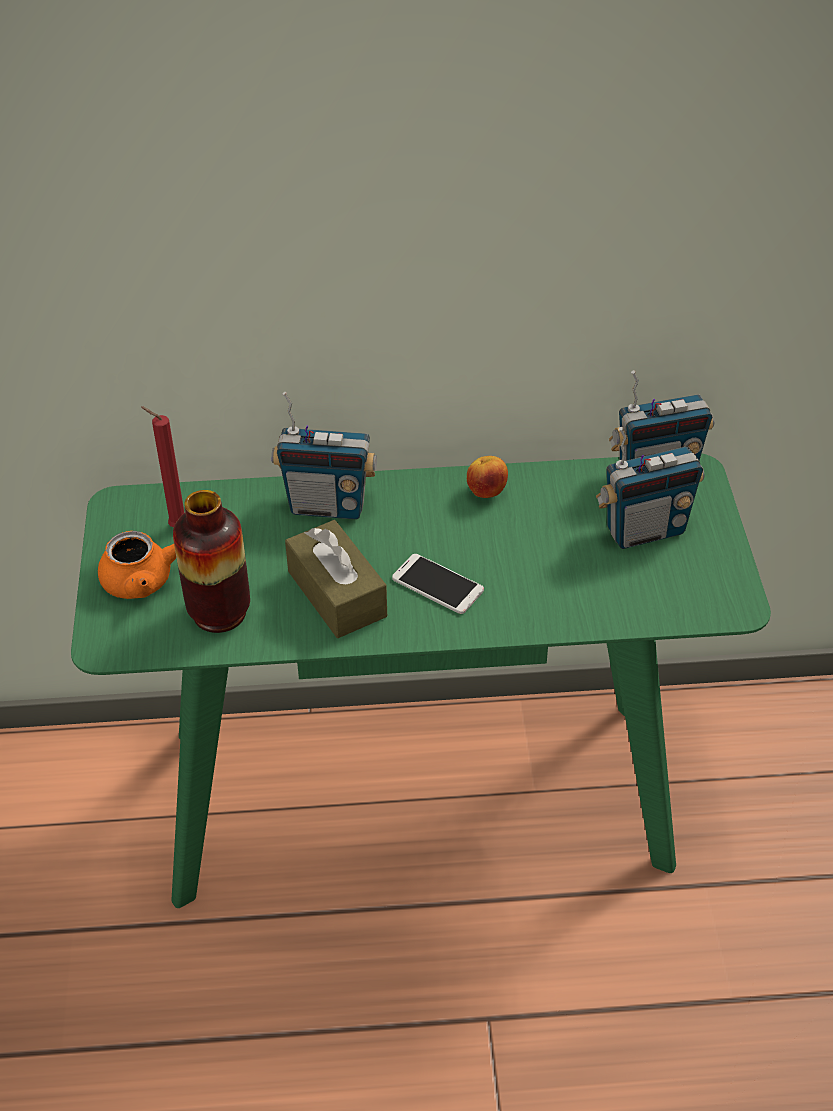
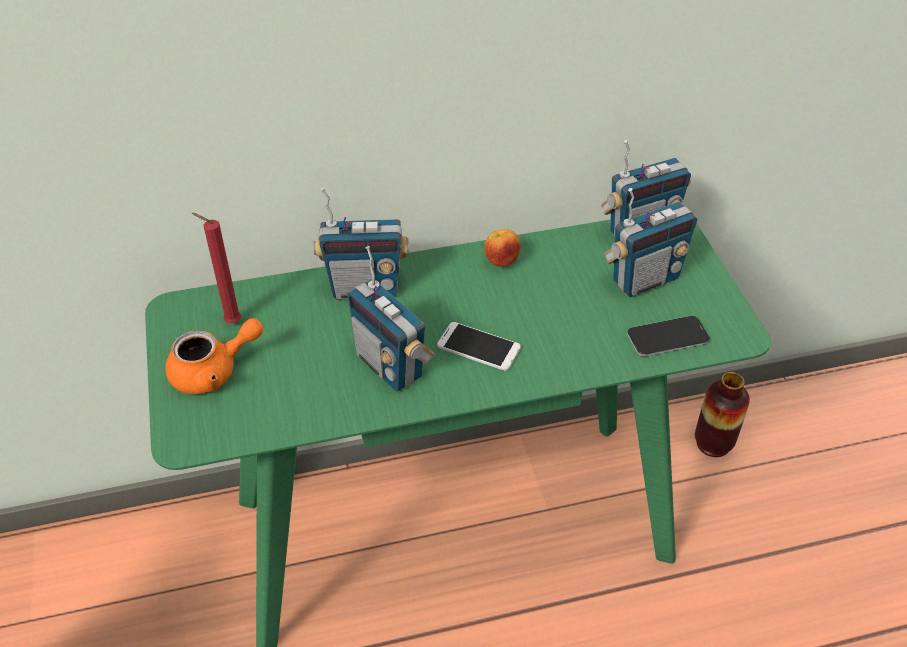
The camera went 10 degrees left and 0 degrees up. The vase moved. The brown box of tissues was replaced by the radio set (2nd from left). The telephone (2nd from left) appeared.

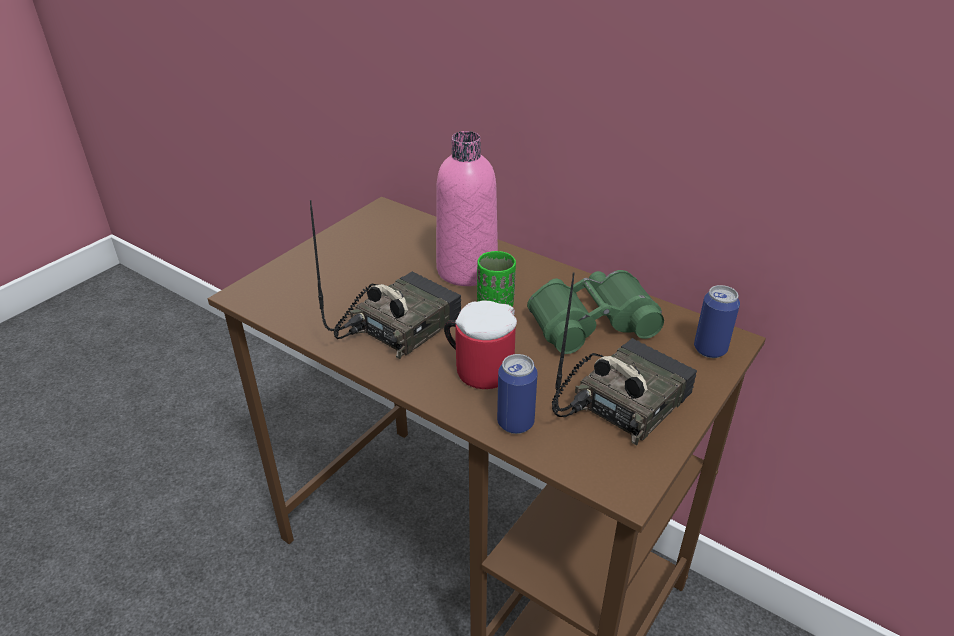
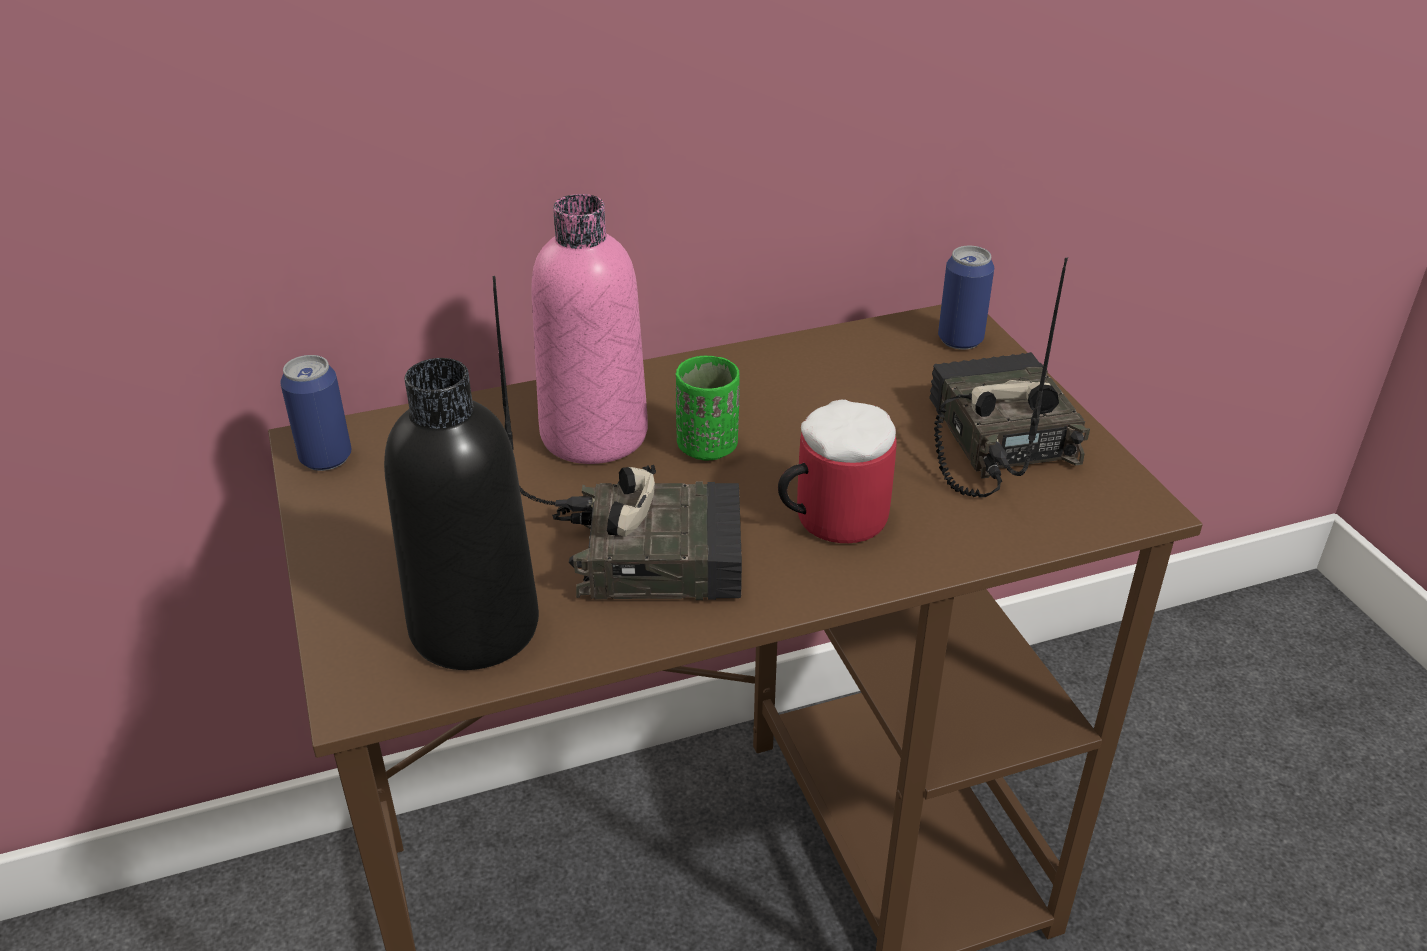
The camera went 55 degrees left and 0 degrees up. The radio set (1st from left) turned 105 degrees clockwise. The green field glasses disappeared. The metal can (1st from left) moved. The black drink bottle appeared.

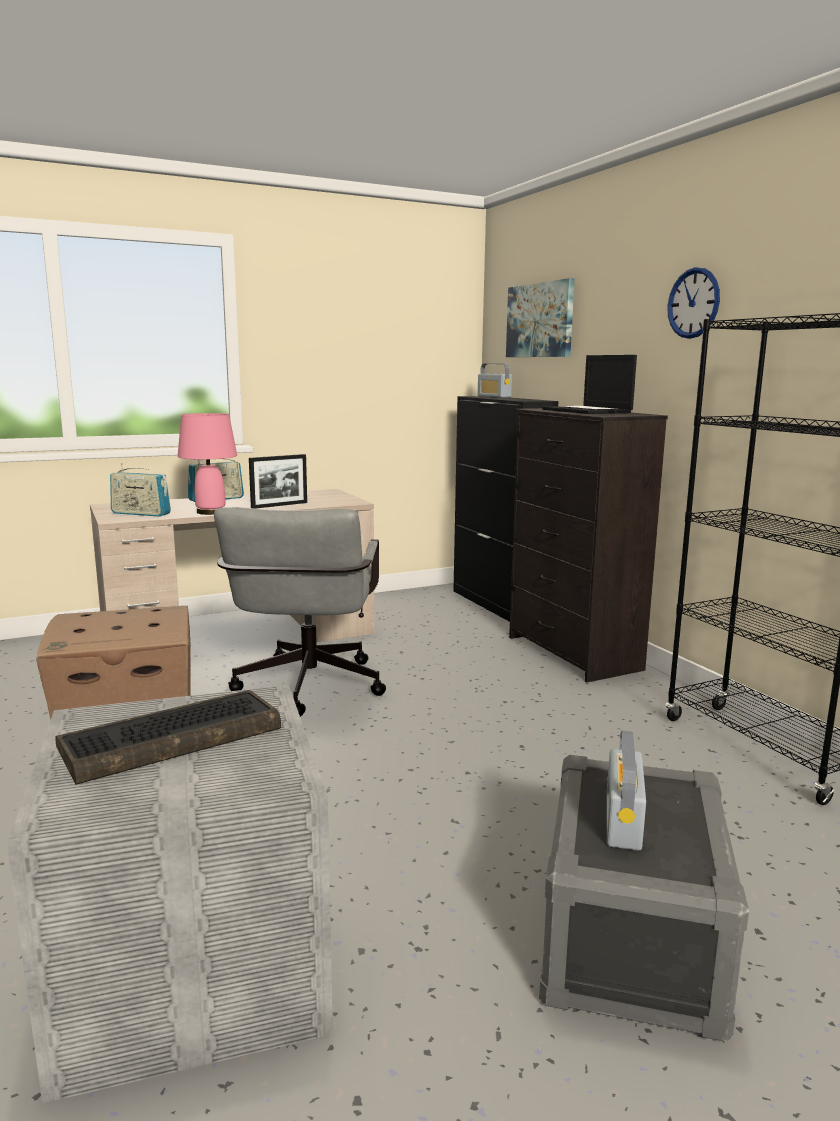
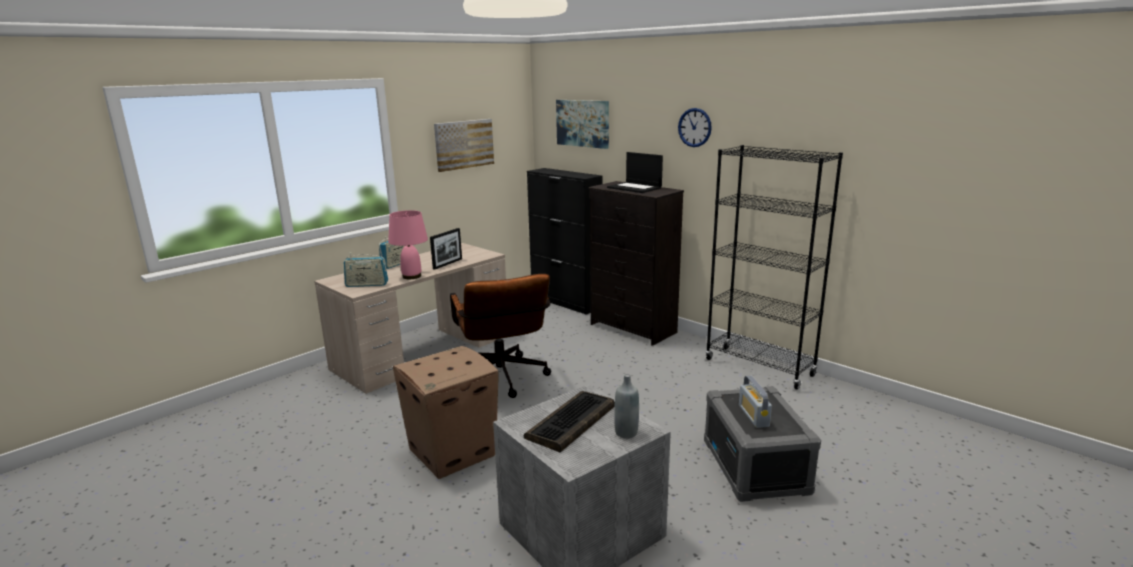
The camera went 20 degrees left and 5 degrees up. The radio set (3rd from left) disappeared. The greyish desk chair became the brown desk chair. The wall art (1st from left) appeared. The greyish drink bottle appeared.

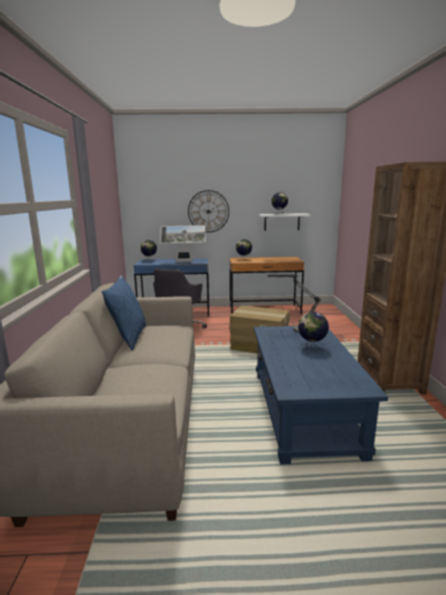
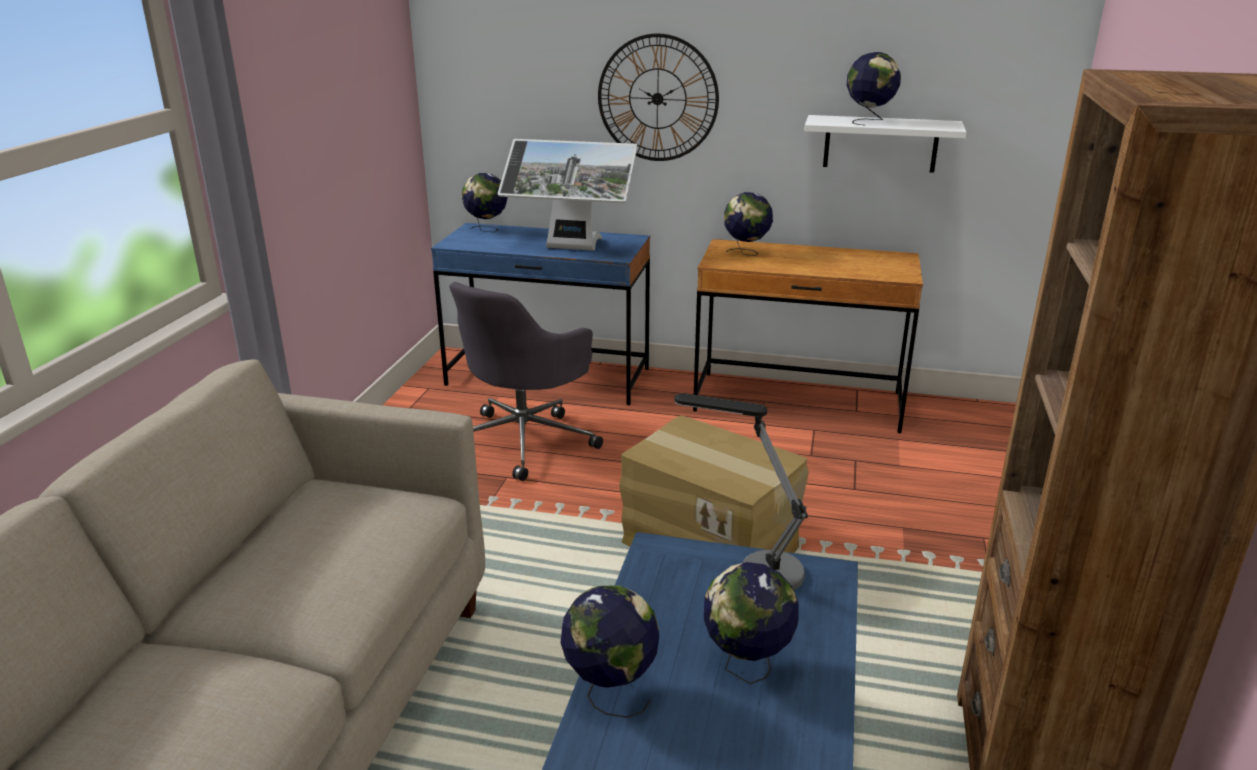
The camera went 15 degrees right and 10 degrees up. The bluish throw pillow disappeared. The world globe (2nd from left) appeared.

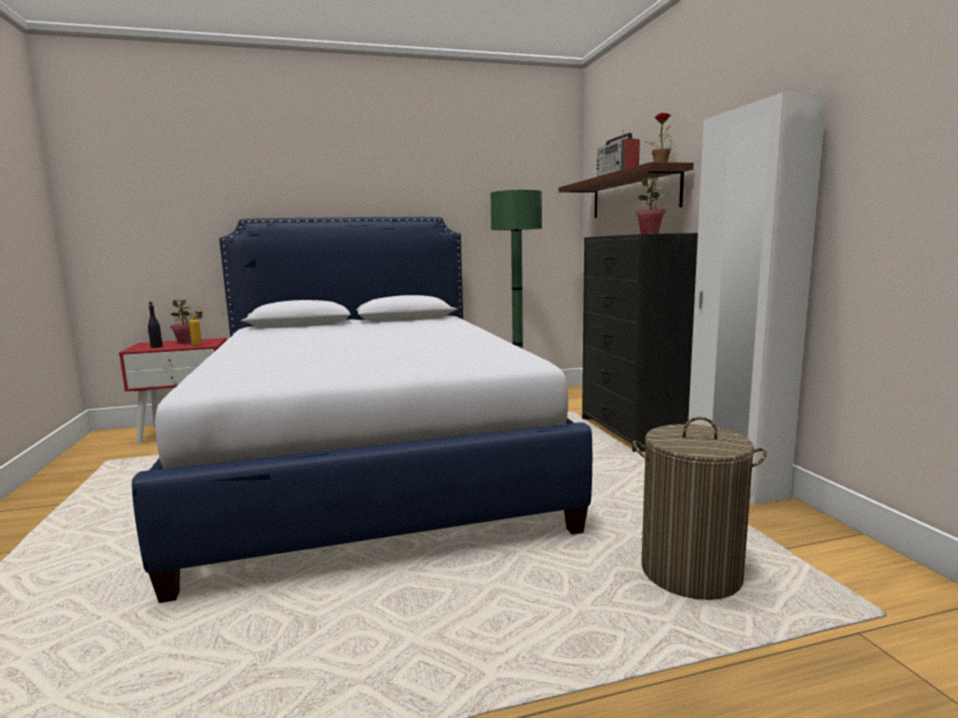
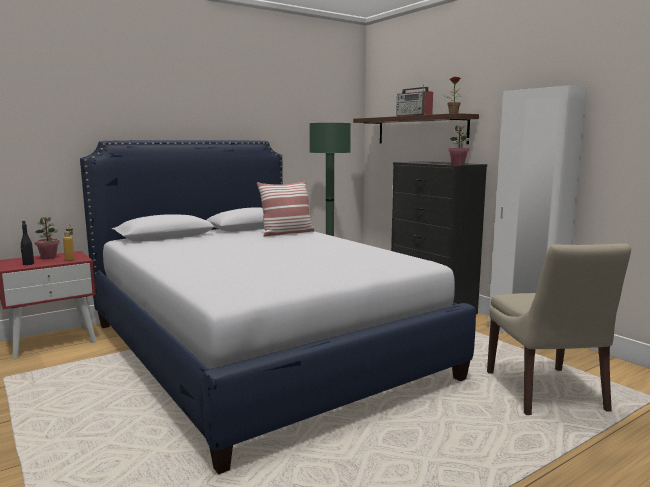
The camera went 20 degrees left and 0 degrees up. The hamper was replaced by the beige-coloured plain chair. The throw pillow appeared.

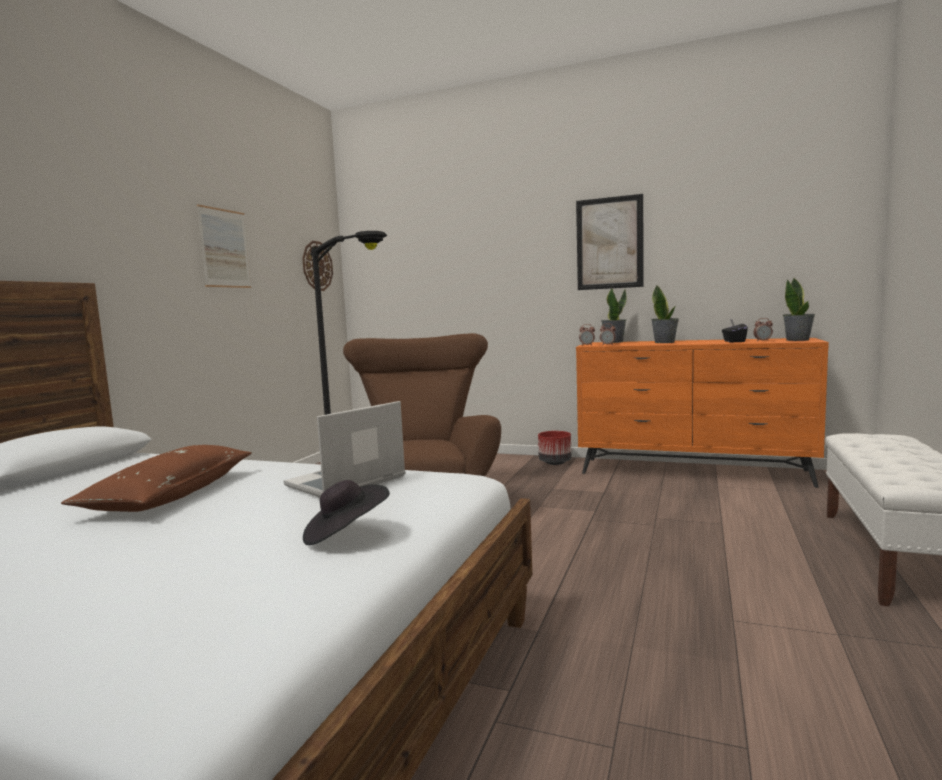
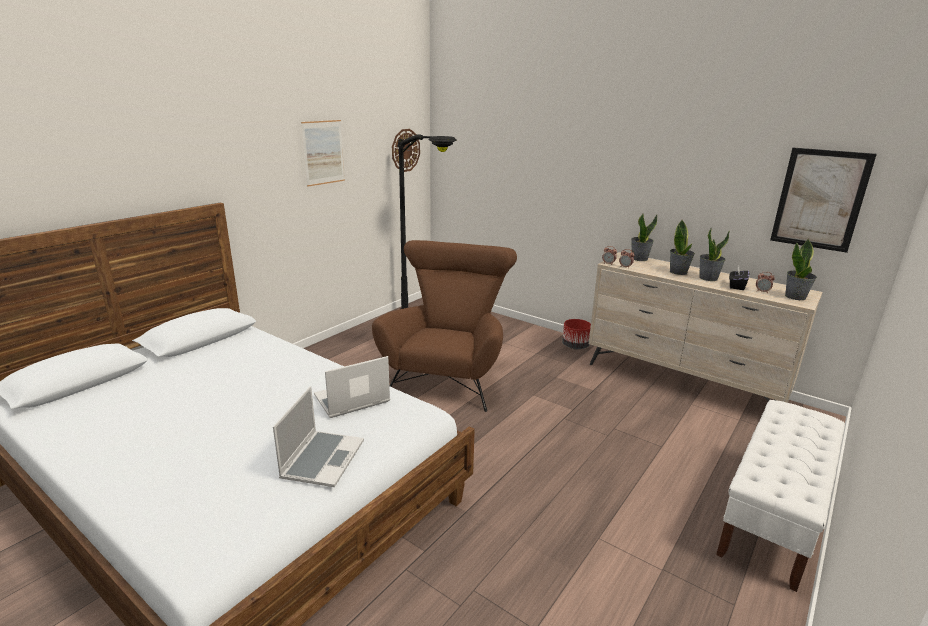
The camera went 15 degrees right and 15 degrees up. The wall art (2nd from left) moved. The orange drawer chest became the beige-coloured drawer chest. The brown throw pillow disappeared. The black wearable hat was replaced by the portable computer (1st from left). The plant in a pot (3rd from left) appeared.

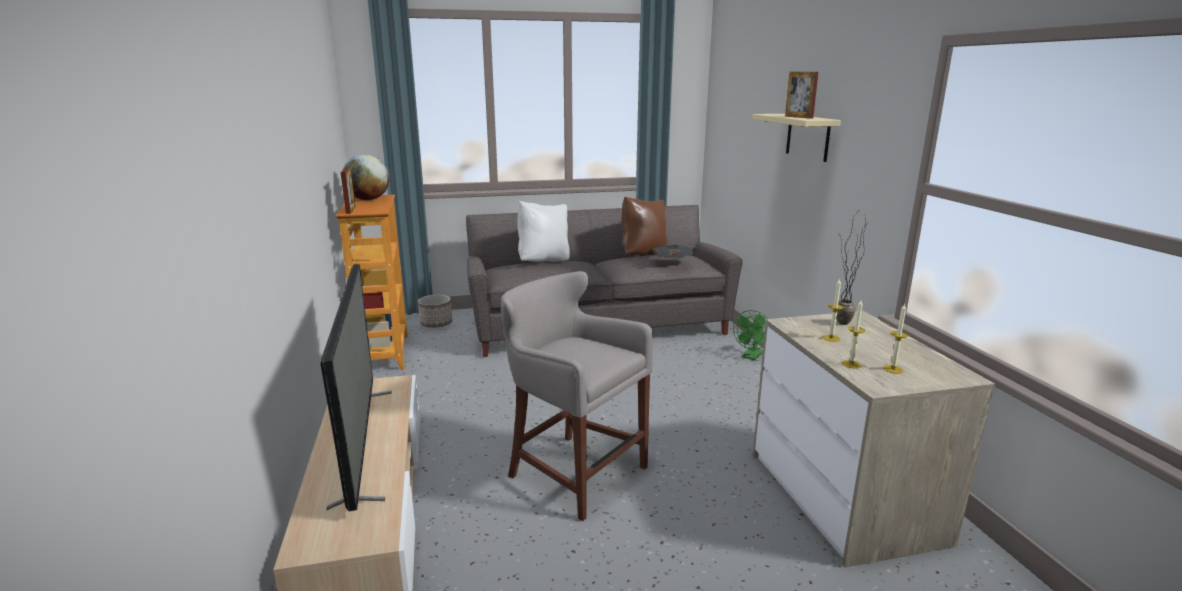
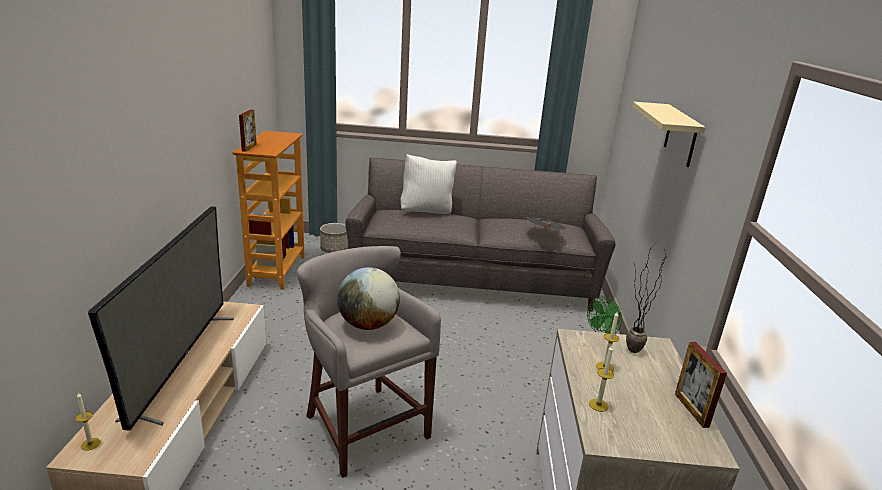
The camera went 15 degrees right and 5 degrees up. The photo frame (2nd from left) moved. The world globe moved. The brown throw pillow disappeared. The wax candle (3rd from left in the first image) moved.

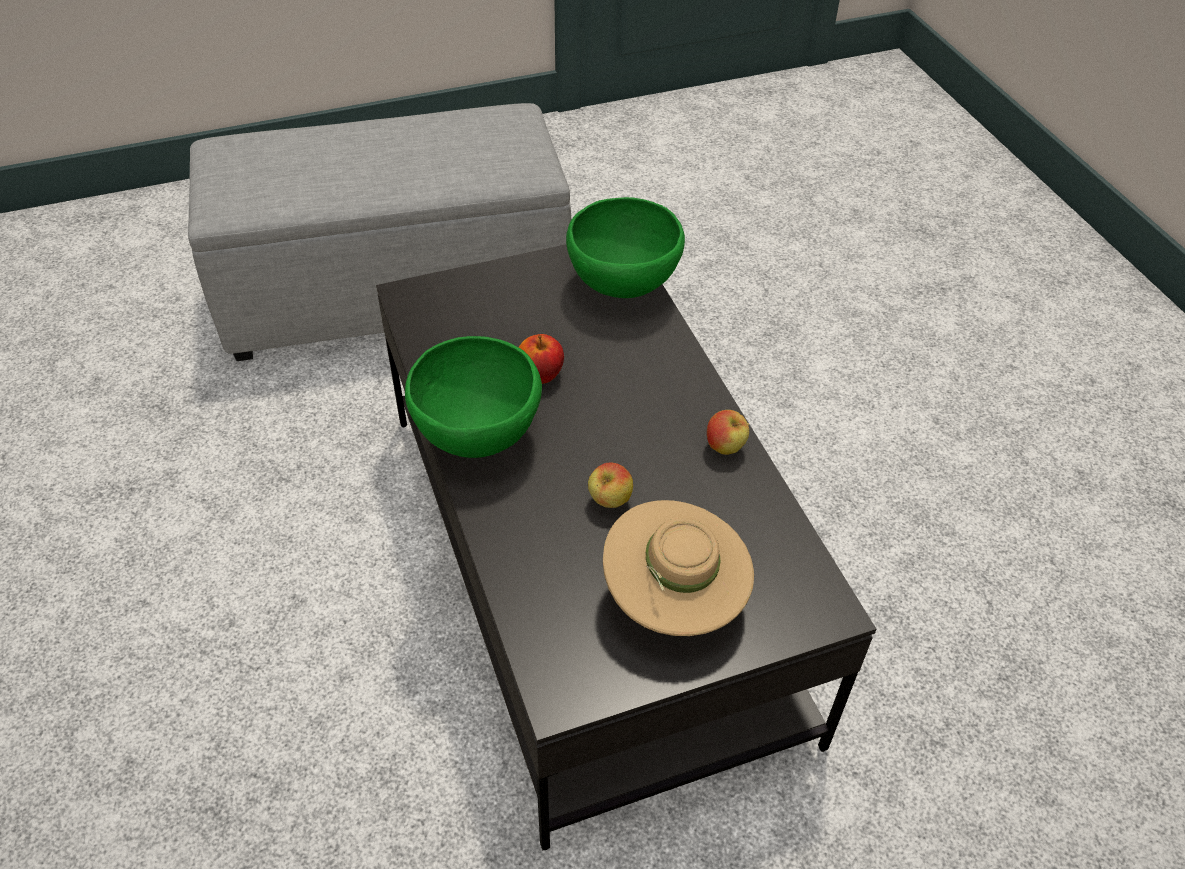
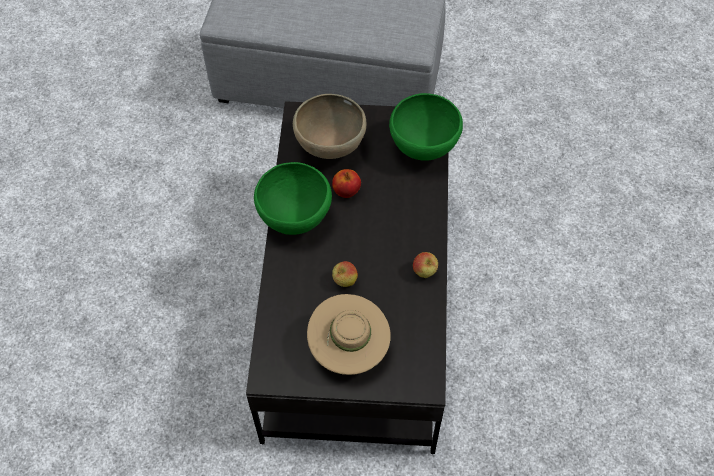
The camera went 25 degrees right and 10 degrees up. The brown bowl appeared.

